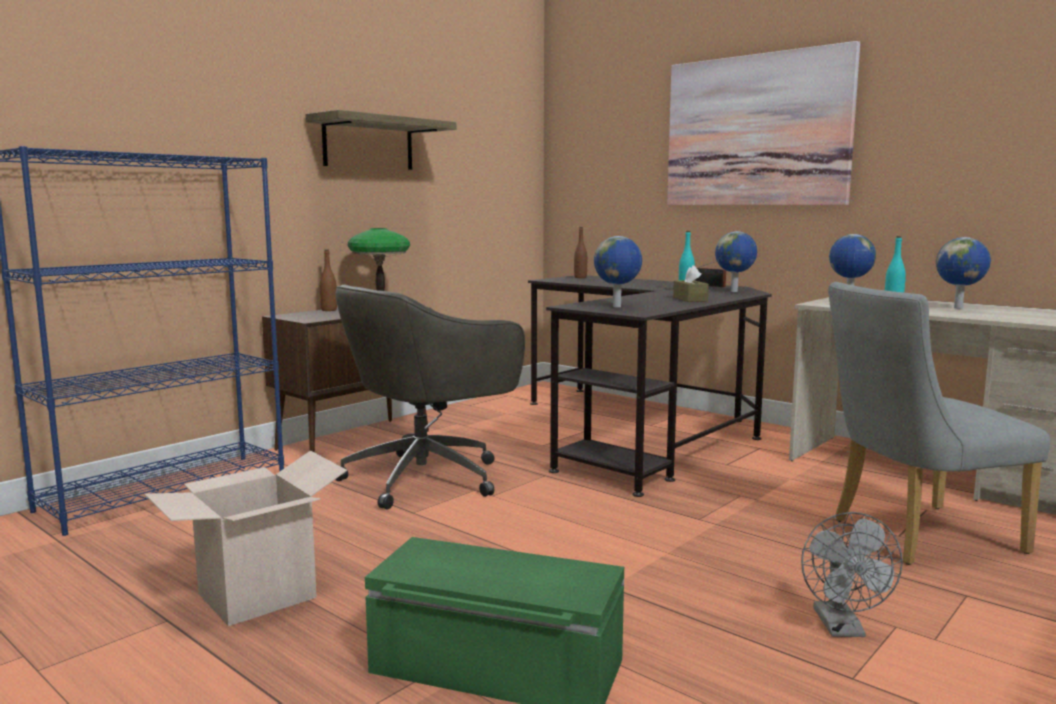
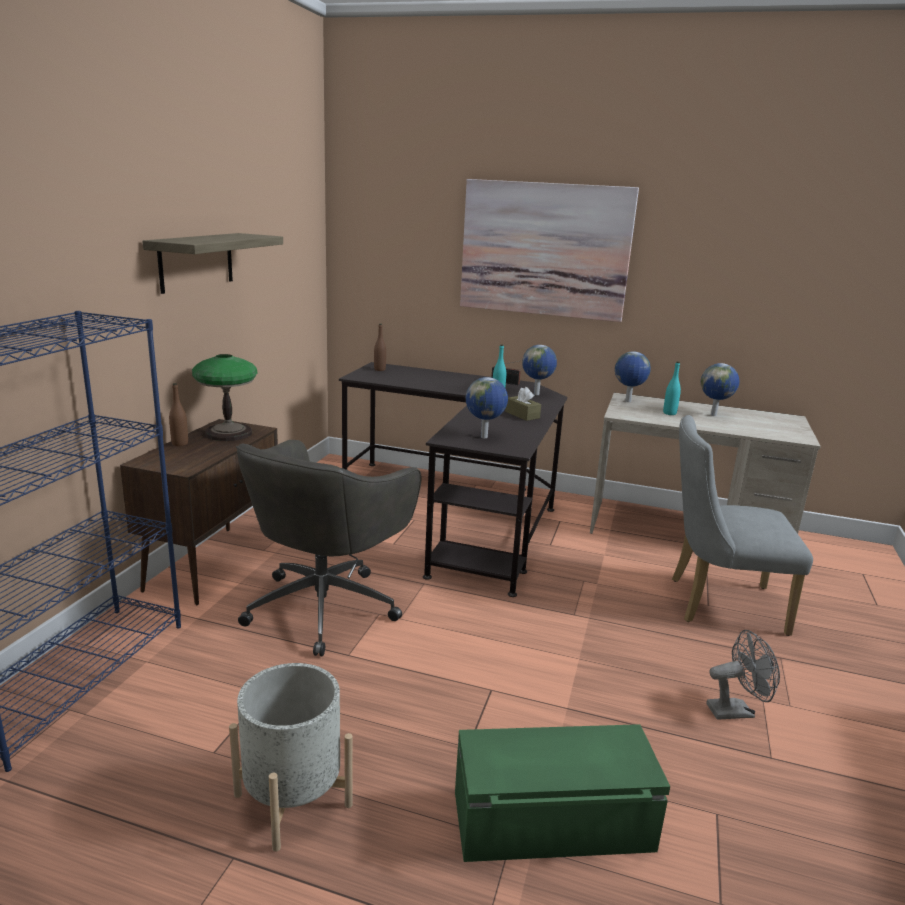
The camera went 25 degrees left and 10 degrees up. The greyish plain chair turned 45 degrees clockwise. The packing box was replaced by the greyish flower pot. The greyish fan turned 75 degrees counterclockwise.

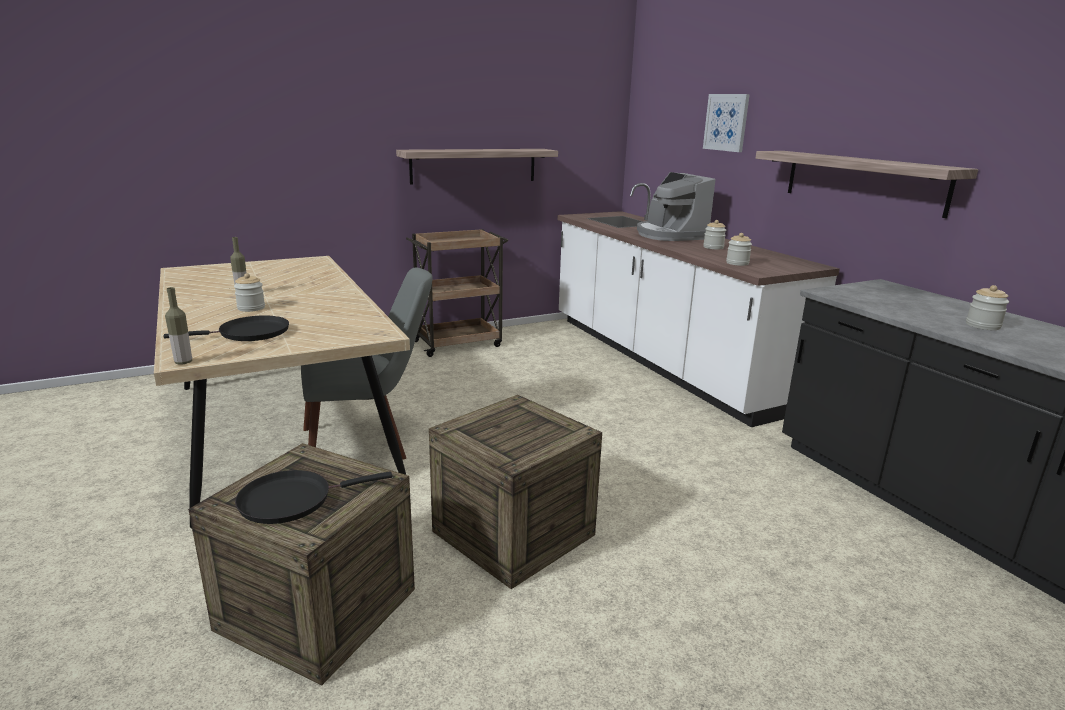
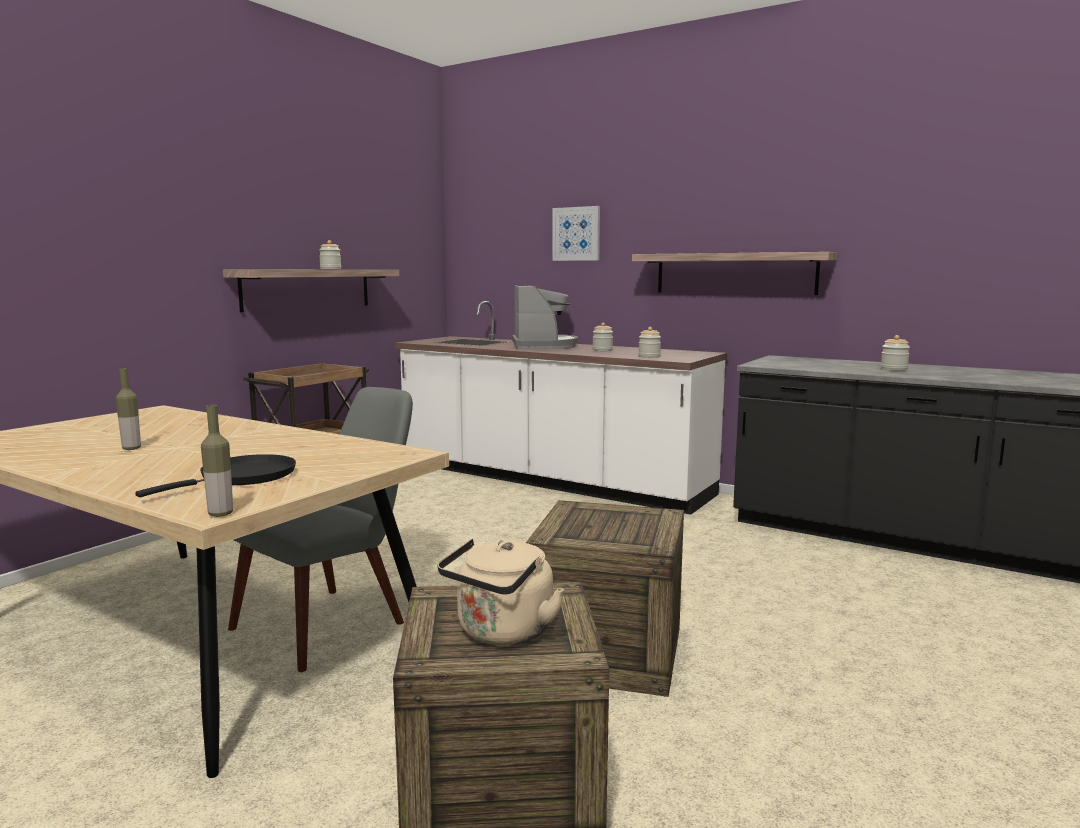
The camera went 30 degrees left and 10 degrees down. The coffee machine turned 135 degrees counterclockwise. The preserve jar (1st from left) moved. The black pan (2nd from left) was replaced by the beige-coloured tea kettle.

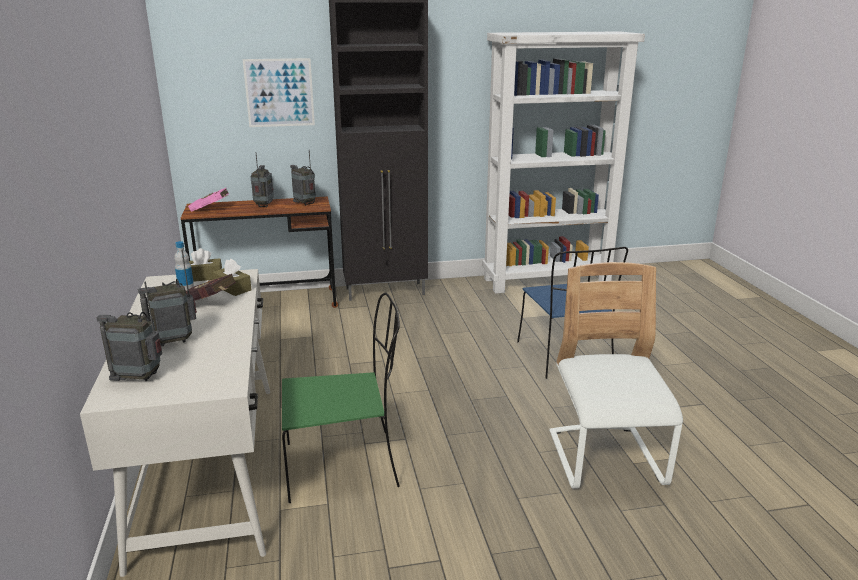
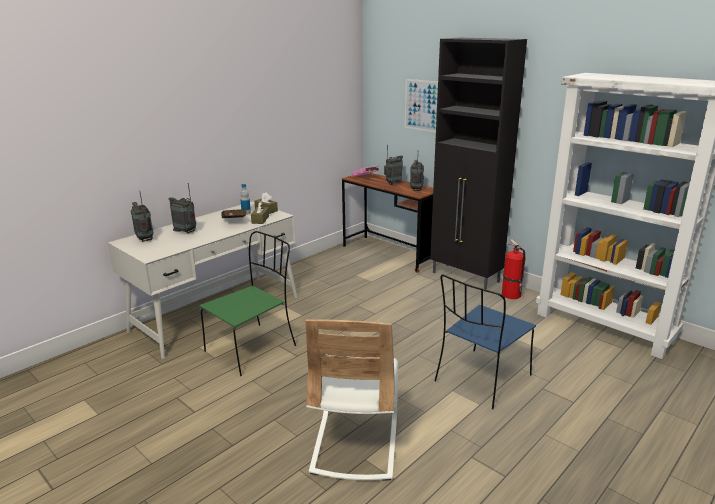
The camera went 55 degrees right and 0 degrees up. The whitish plain chair turned 135 degrees clockwise. The green plain chair turned 90 degrees counterclockwise. The fire extinguisher appeared.

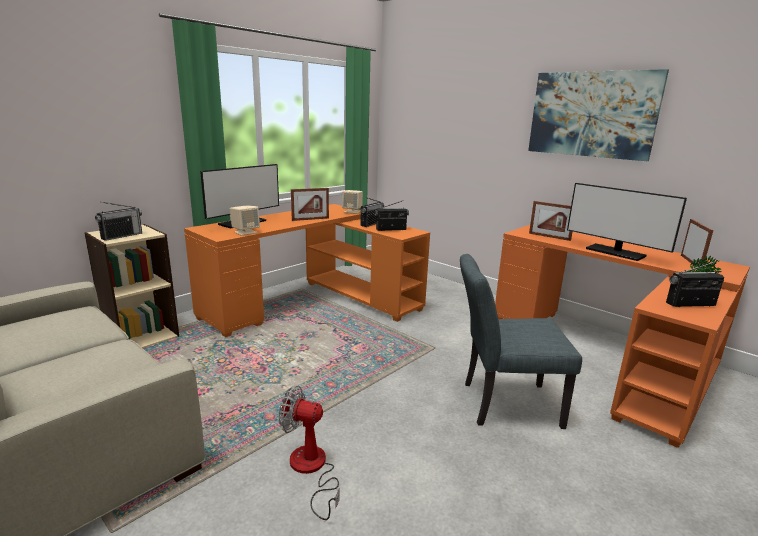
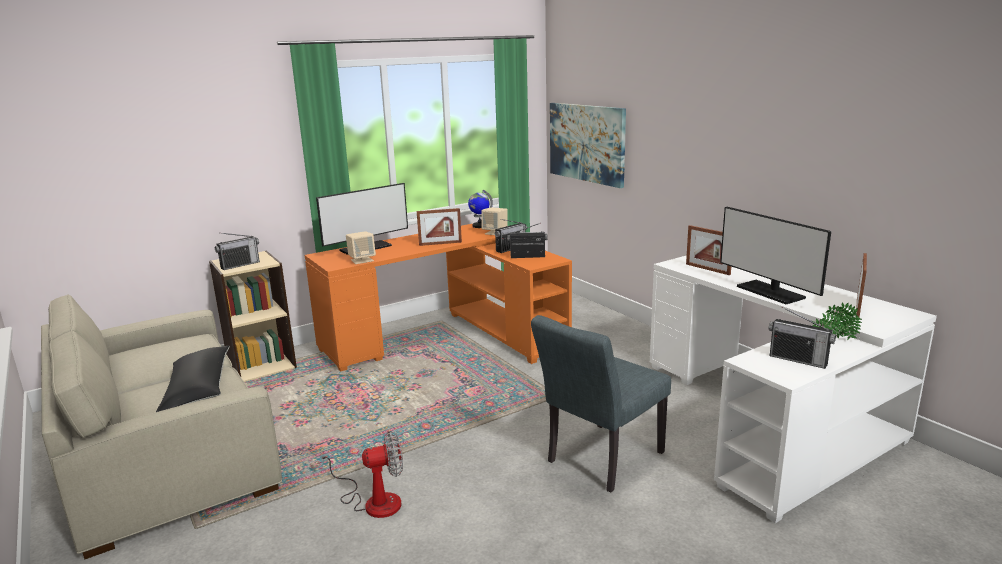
The camera went 15 degrees right and 0 degrees up. The wall art moved. The orange desk (2nd from left) became the whitish desk. The greyish plain chair turned 60 degrees counterclockwise. The radio set (4th from left) turned 150 degrees counterclockwise. The fan turned 135 degrees clockwise. The world globe appeared. The black throw pillow appeared.

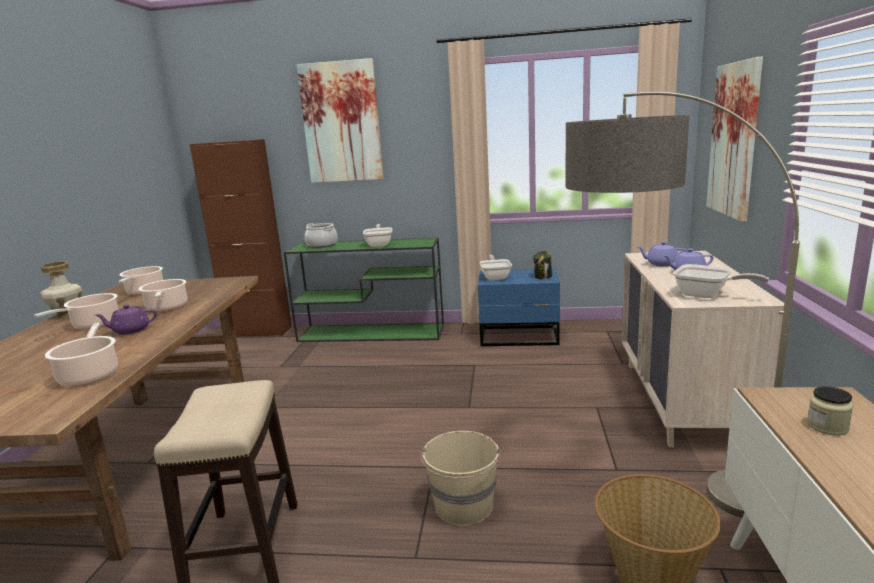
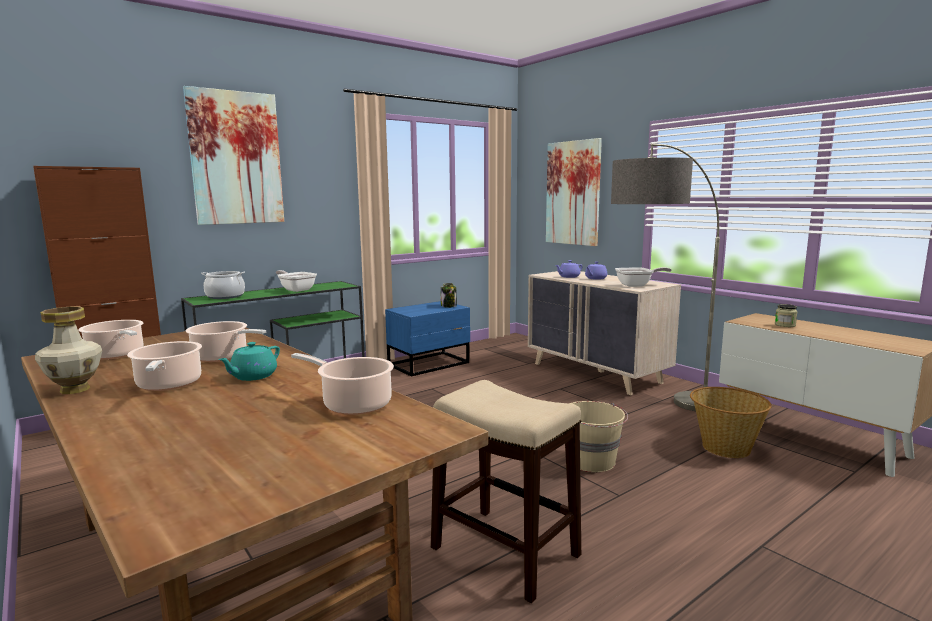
The camera went 45 degrees left and 5 degrees down. The pan (2nd from left) disappeared. The purplish teapot (1st from left) became the blue-green teapot.

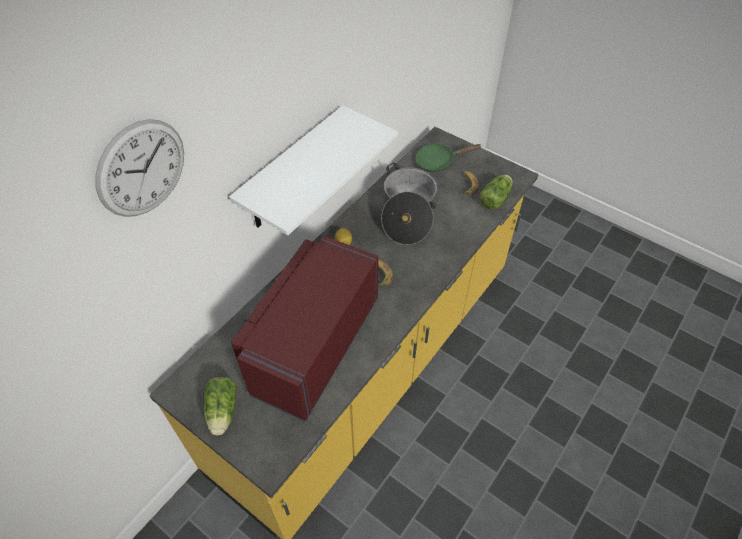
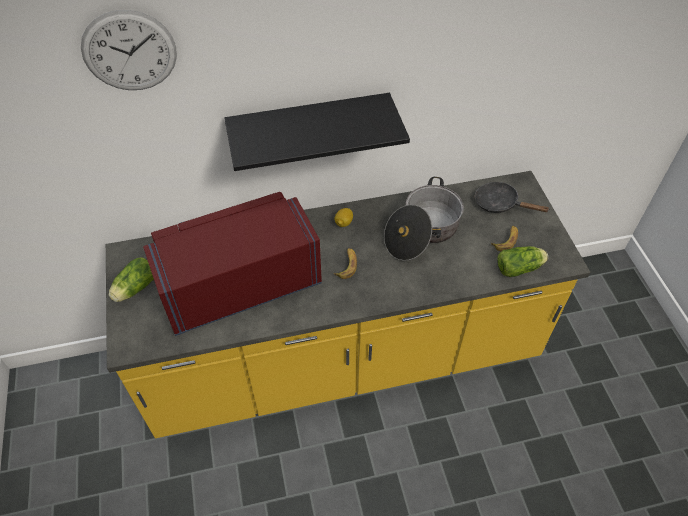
The camera went 40 degrees right and 0 degrees up. The whitish shelf became the black shelf. The green pan became the black pan.

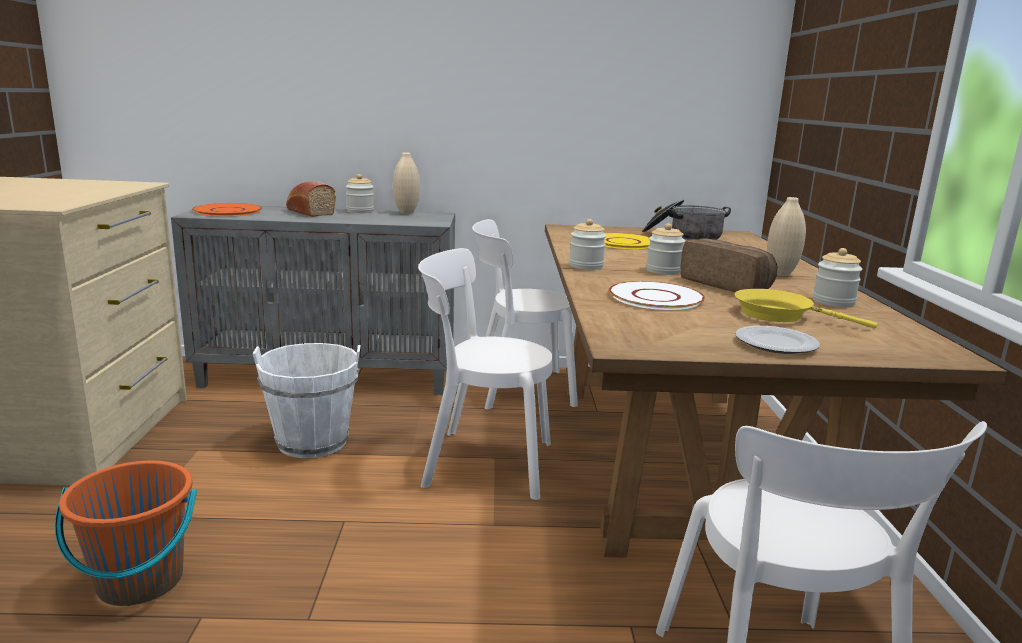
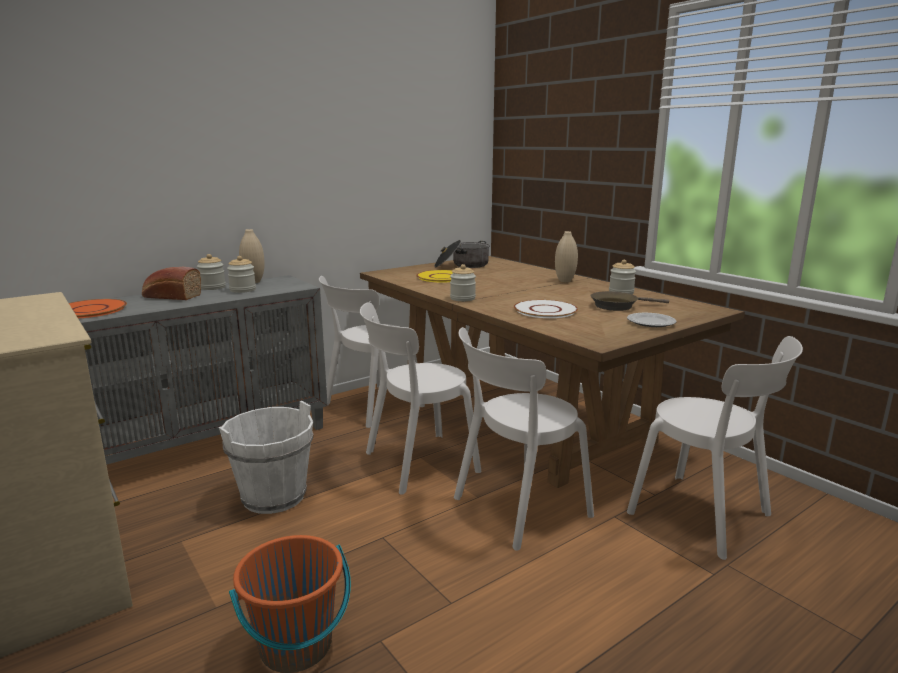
The camera went 35 degrees left and 0 degrees up. The preserve jar (3rd from left in the first image) moved. The bakery bread (2nd from left) disappeared. The yellow-coloured pan became the brown pan. The whitish plain chair (3rd from left) appeared.

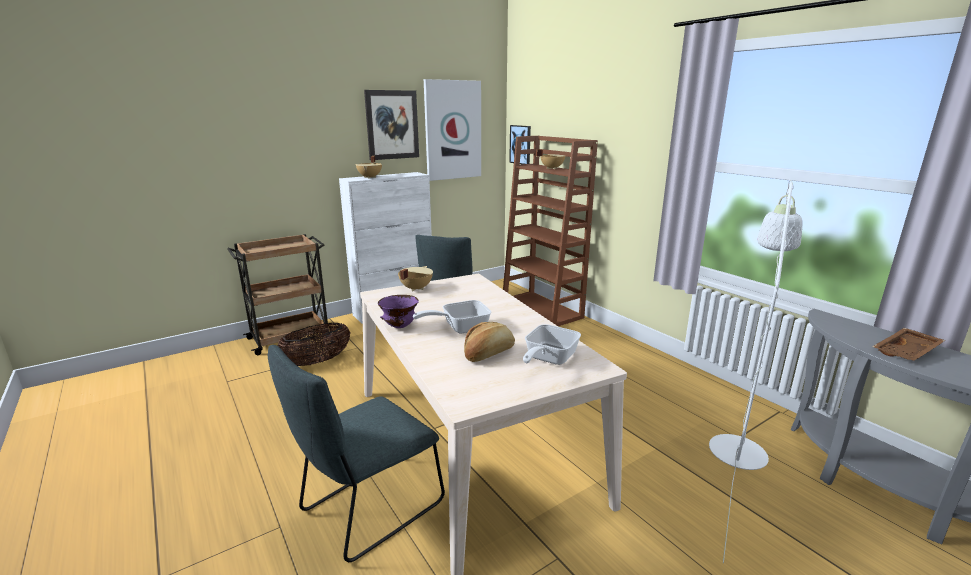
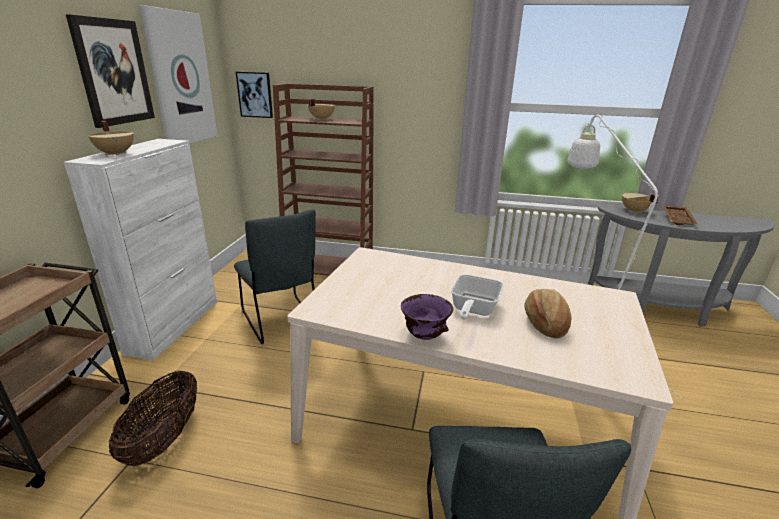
The camera went 45 degrees left and 5 degrees up. The beige-coloured cooking pot (2nd from left in the first image) moved. The pan (2nd from left) disappeared.

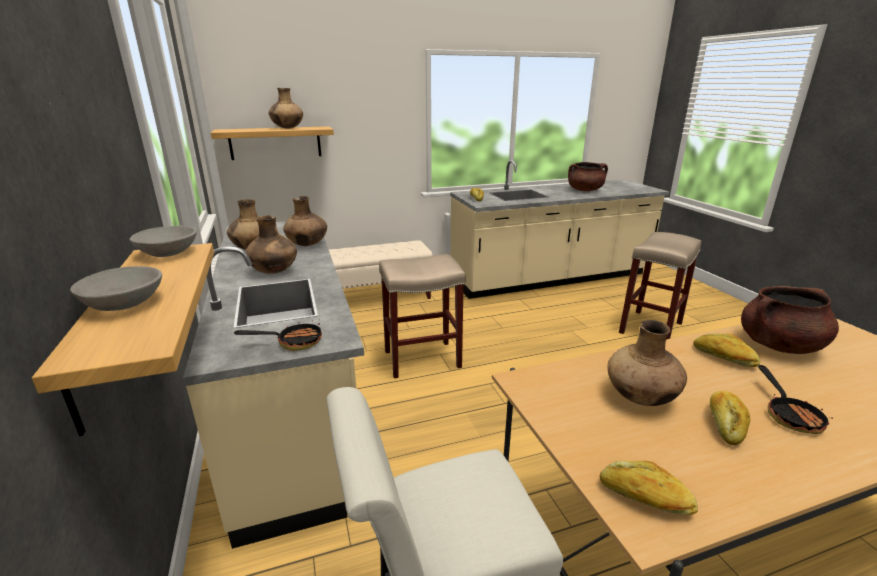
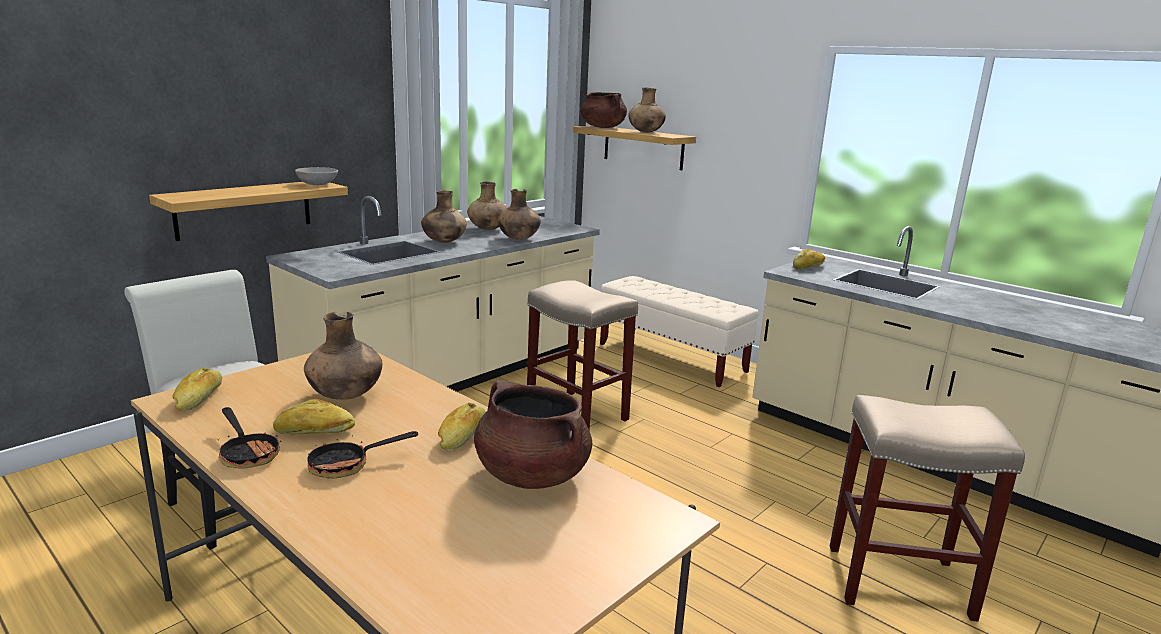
The camera went 60 degrees right and 5 degrees down. The brown cooking pot (1st from left in the first image) moved. The greyish bowl (1st from left) disappeared. The pan (1st from left) moved.

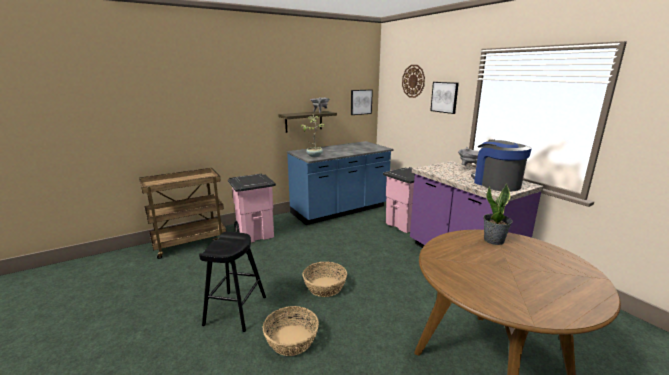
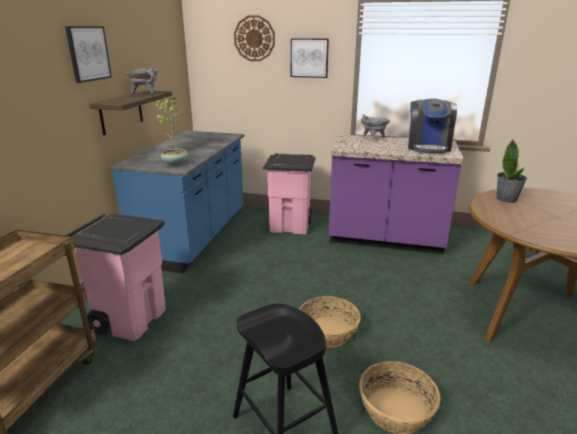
The camera went 45 degrees left and 5 degrees up. The wall art (1st from left) moved. The coffee machine turned 105 degrees counterclockwise.

